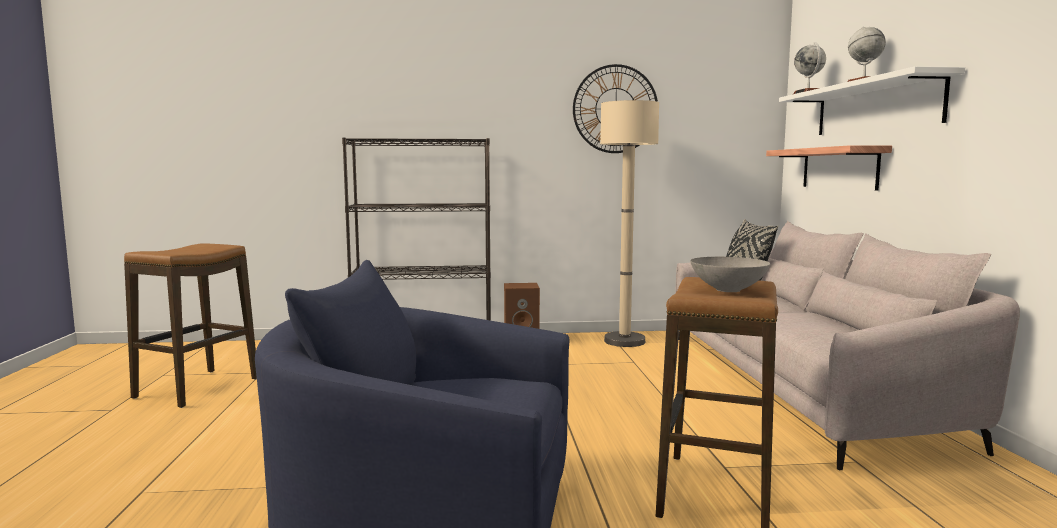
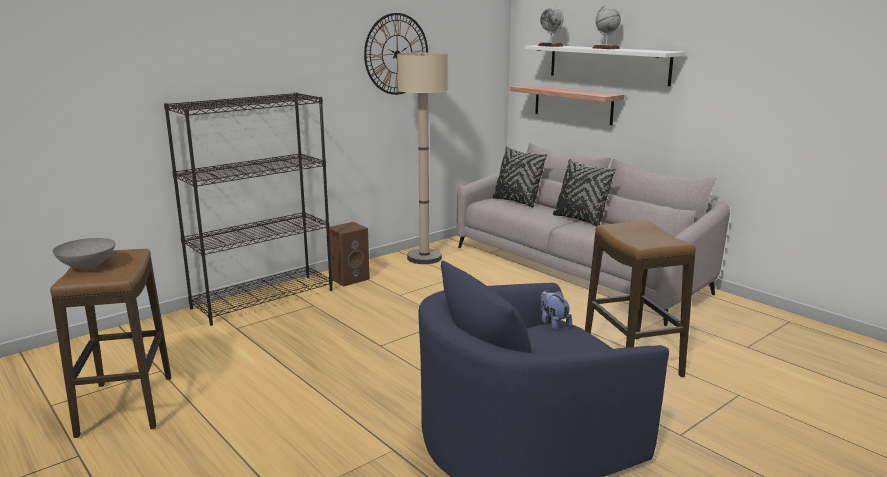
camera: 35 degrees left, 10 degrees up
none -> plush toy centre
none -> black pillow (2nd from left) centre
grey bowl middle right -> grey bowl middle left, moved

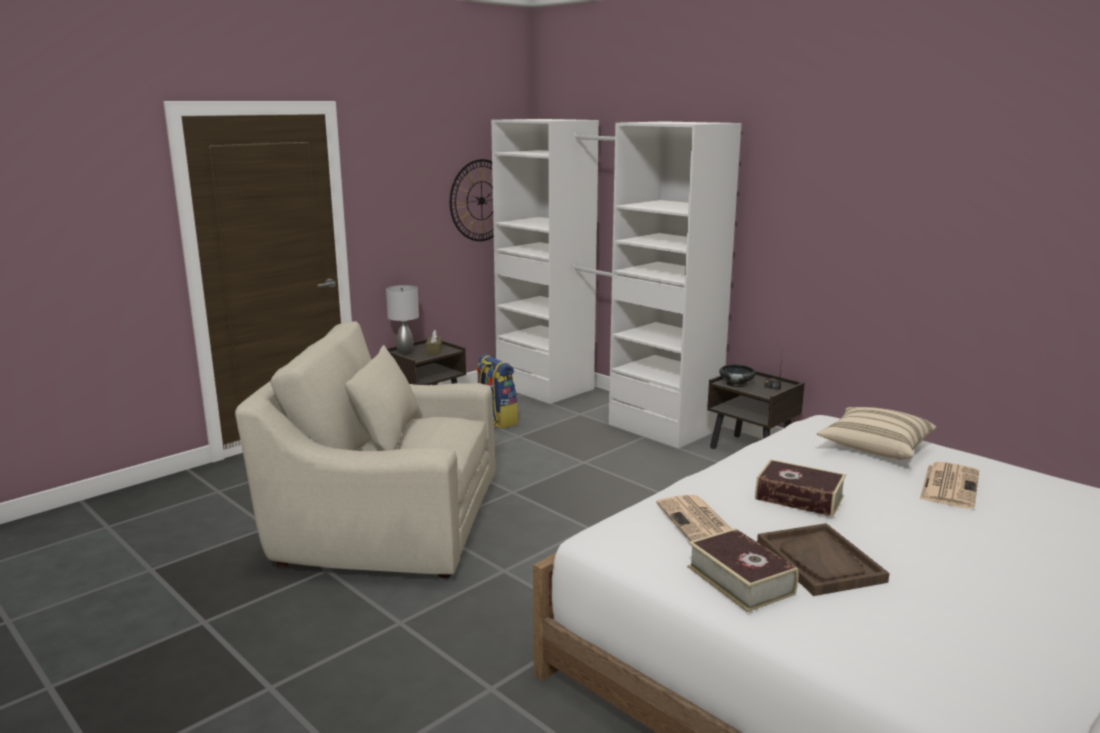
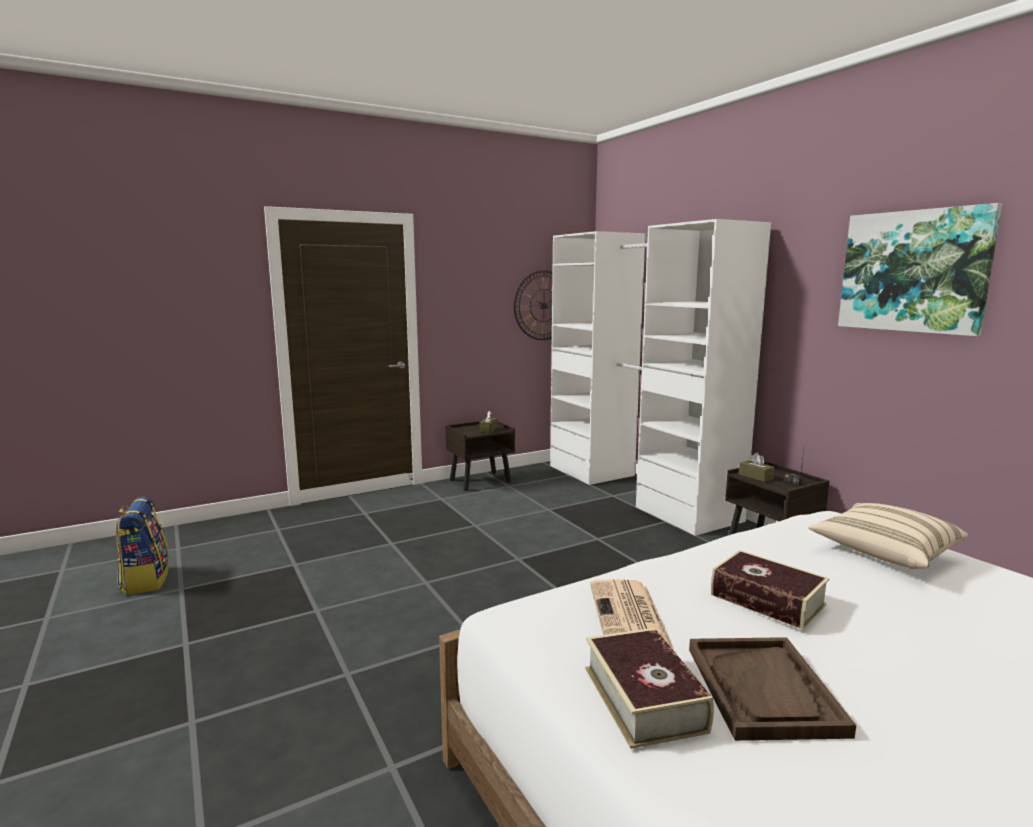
camera: 15 degrees right, 5 degrees down
beige armchair middle left -> none
grey table lamp centre -> none
newspaper (2nd from left) middle right -> none
none -> picture top right
backpack centre -> backpack middle left, moved
black bowl middle right -> brown tissue box (2nd from left) middle right

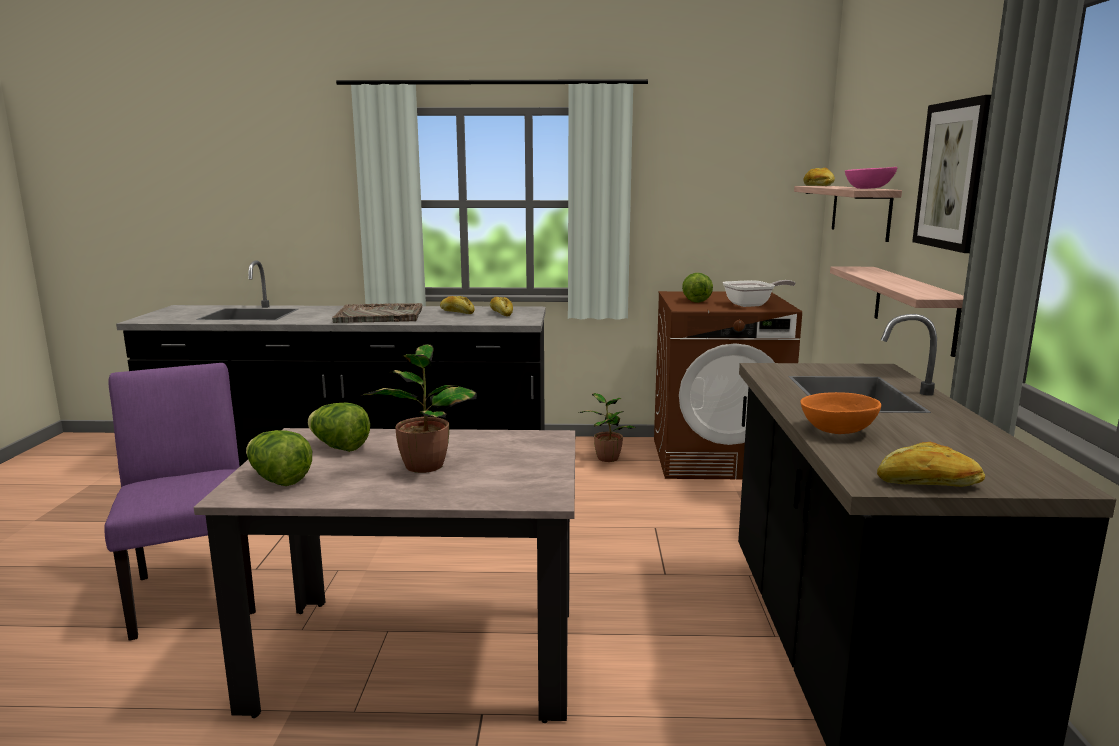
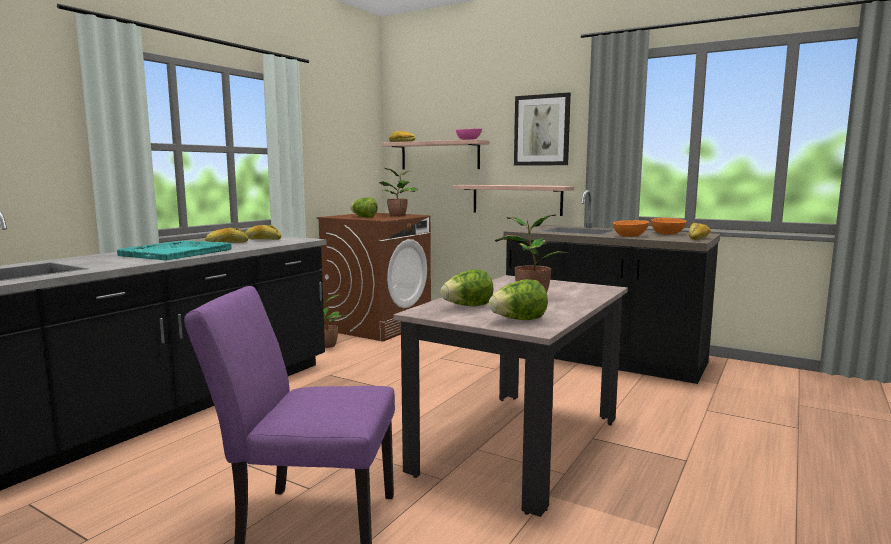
camera: 60 degrees left, 5 degrees down
none -> orange bowl (2nd from left) middle right
frying pan middle right -> potted plant (2nd from left) centre
grey tray centre -> turquoise tray middle left

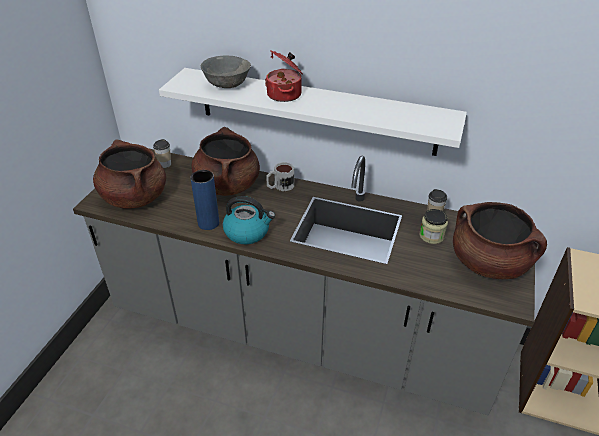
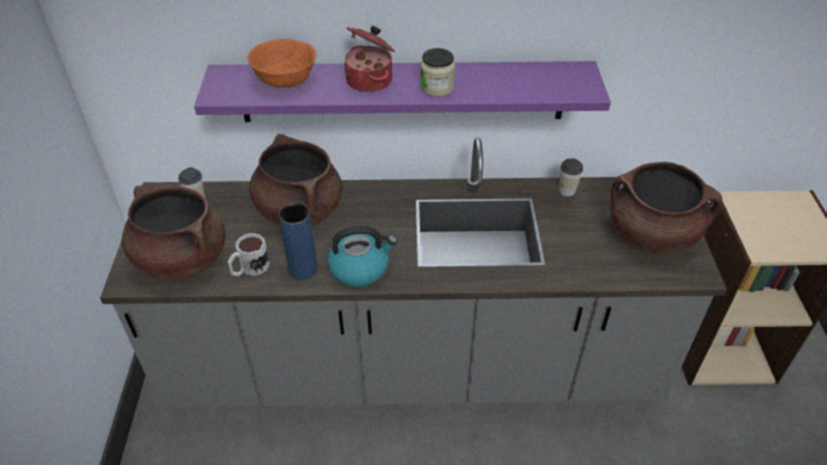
camera: 20 degrees left, 5 degrees up
mug centre -> mug middle left, moved
jar middle right -> jar top centre, moved
white shelf top centre -> purple shelf top centre
grey bowl top centre -> orange bowl top centre

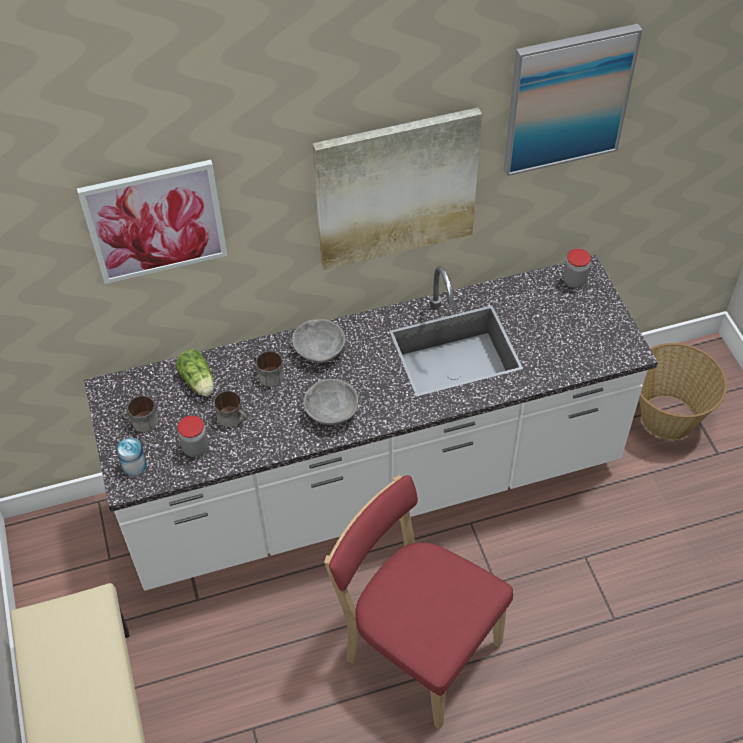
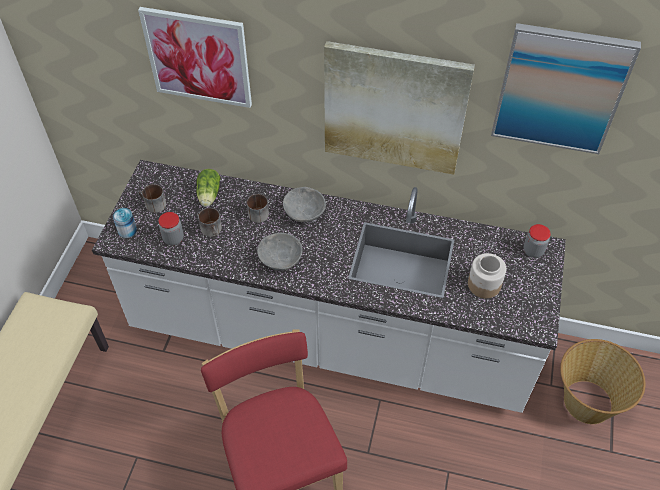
camera: 30 degrees right, 0 degrees up
none -> jar (2nd from left) middle right

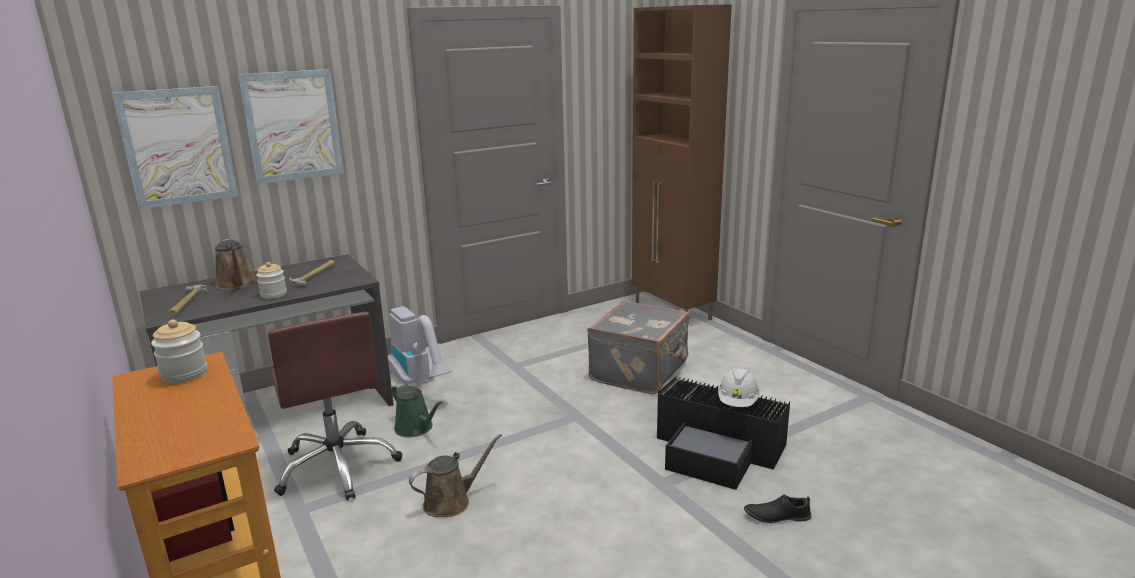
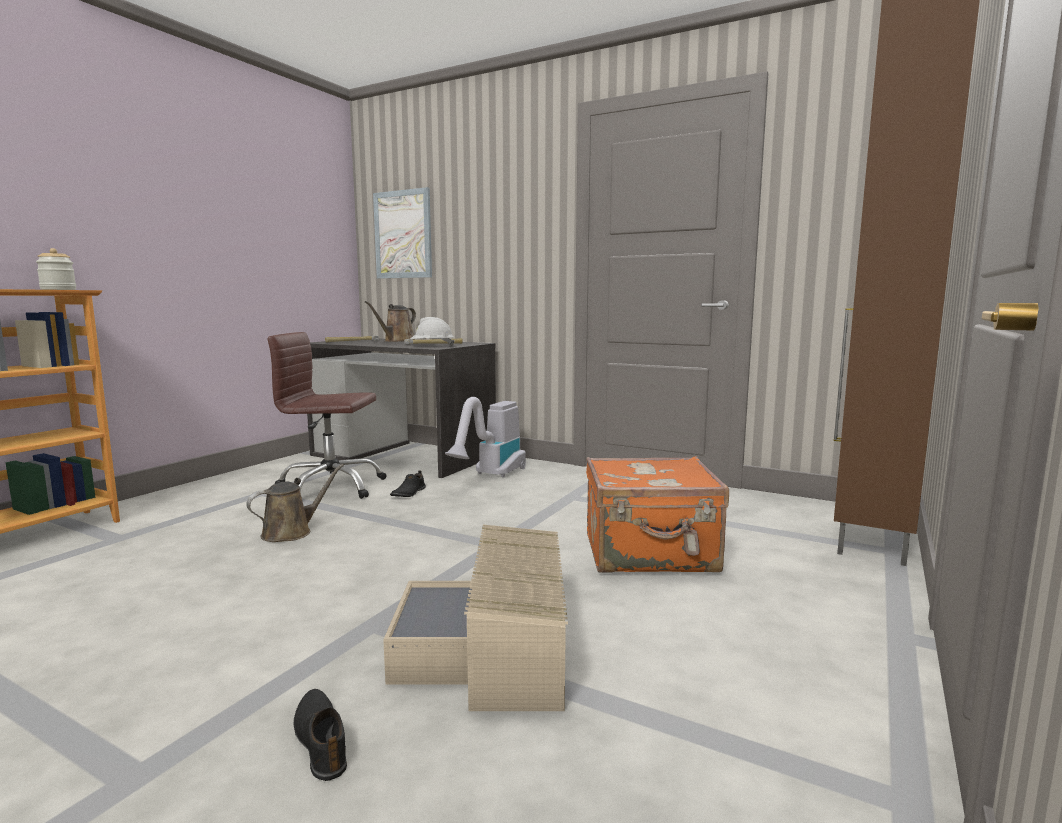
camera: 60 degrees right, 10 degrees down
picture (2nd from left) top left -> none
jar (2nd from left) middle left -> none
white hard hat bottom centre -> white hard hat centre, moved
green watering can bottom centre -> black shoe (2nd from left) centre
grey suitcase centre -> orange suitcase centre
black storage box bottom centre -> beige storage box bottom centre
brown office chair bottom left -> brown office chair middle left, 60 degrees clockwise
brown watering can (2nd from left in the first image) bottom centre -> brown watering can (1st from left) middle left, 75 degrees counterclockwise

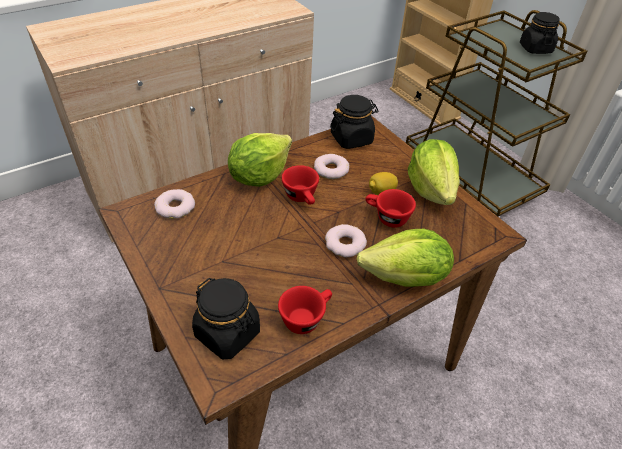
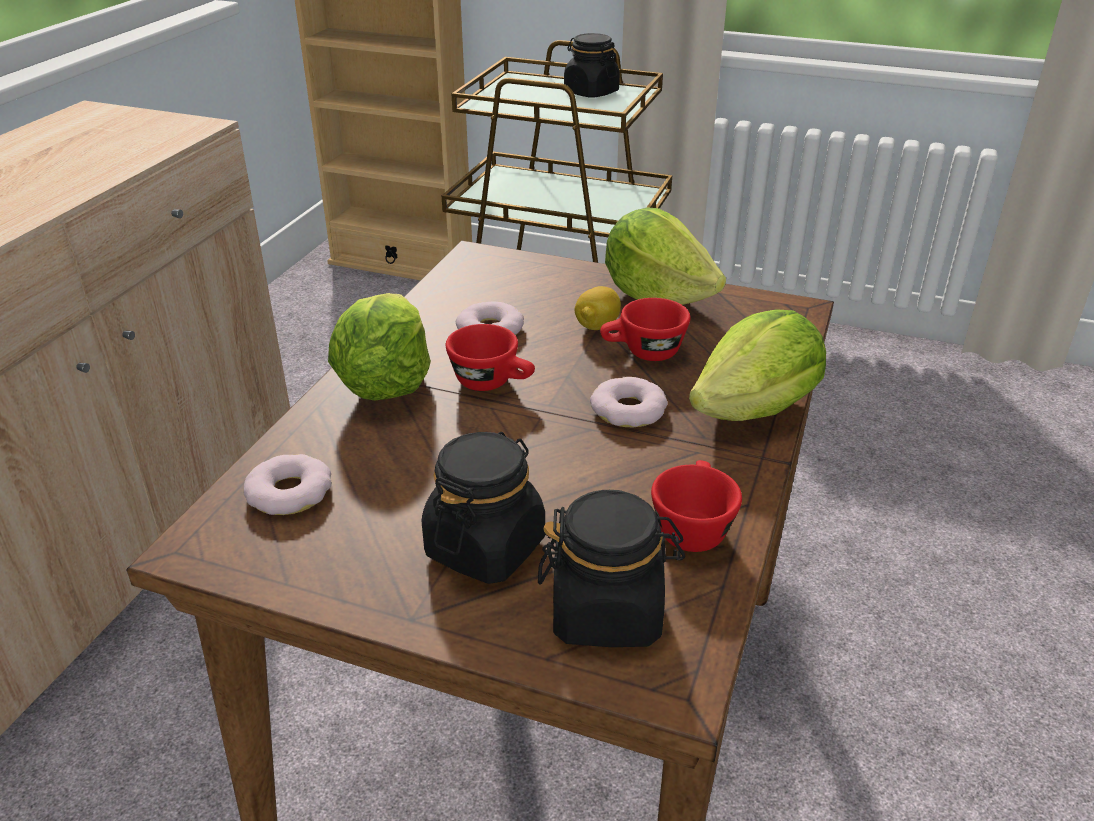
camera: 35 degrees left, 10 degrees down
black jar (2nd from left in the first image) top centre -> black jar (1st from left) centre, moved

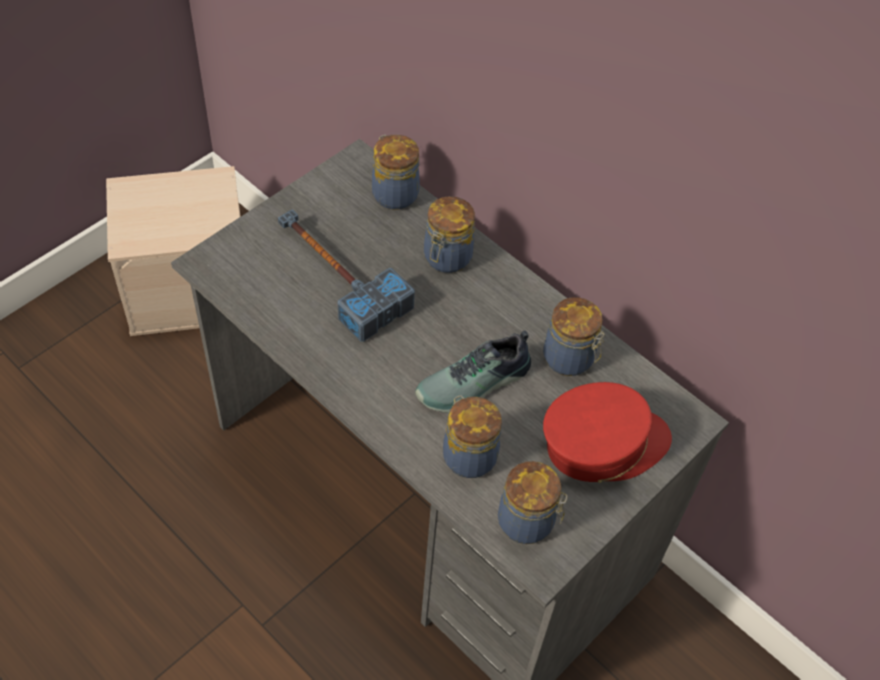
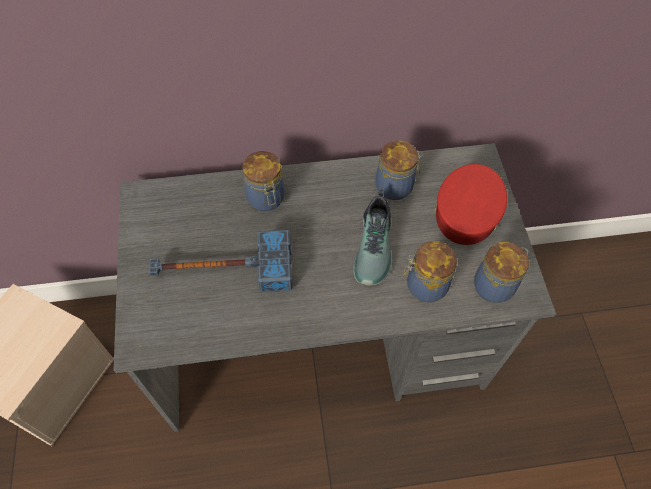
camera: 50 degrees left, 5 degrees up
jar (1st from left) top centre -> none

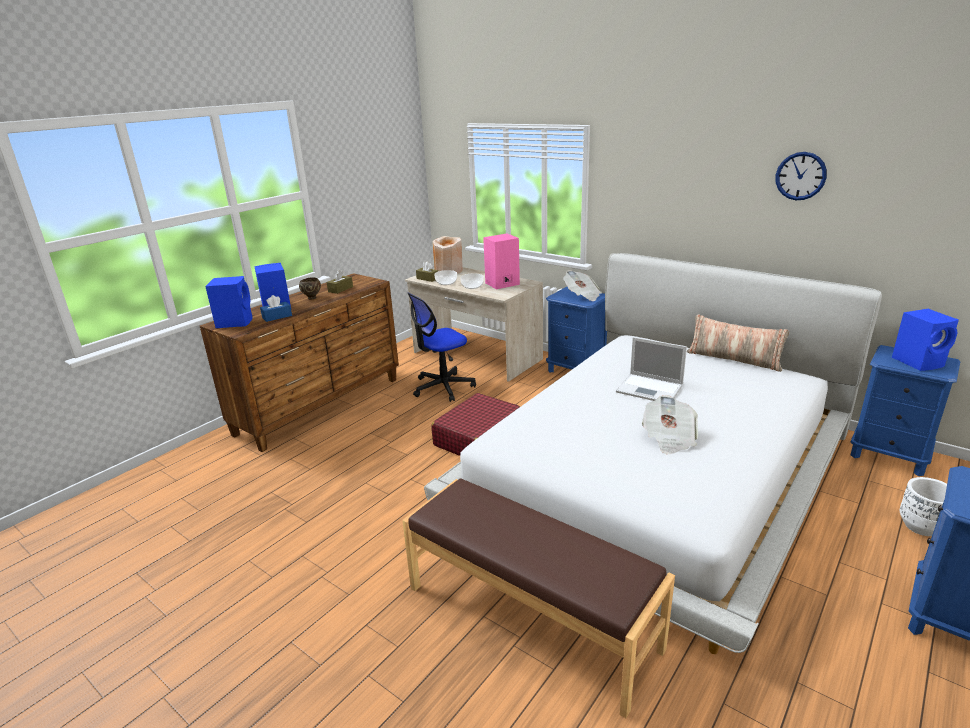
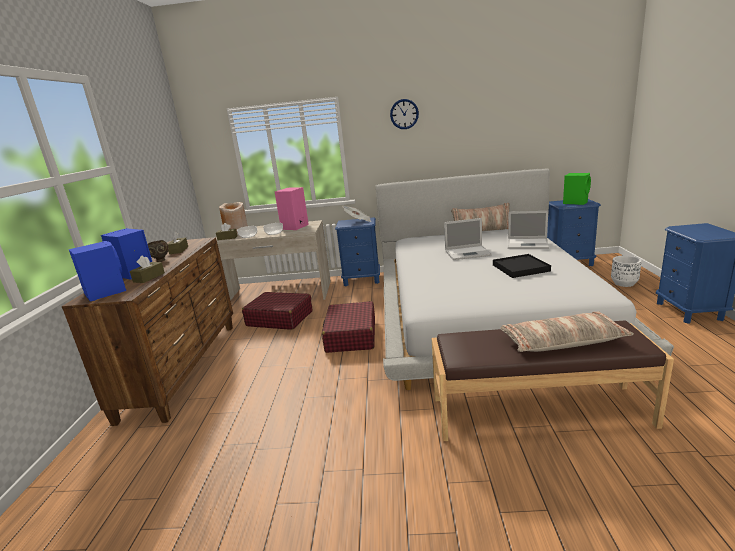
camera: 35 degrees left, 5 degrees down
none -> pillow (2nd from left) middle right
none -> laptop (2nd from left) middle right
wall clock top right -> wall clock top centre, moved
office chair centre -> red suitcase (1st from left) centre
newspaper (2nd from left) middle right -> black tray middle right
blue tissue box middle left -> brown tissue box (1st from left) middle left
blue speaker (3rd from left) middle right -> green speaker middle right

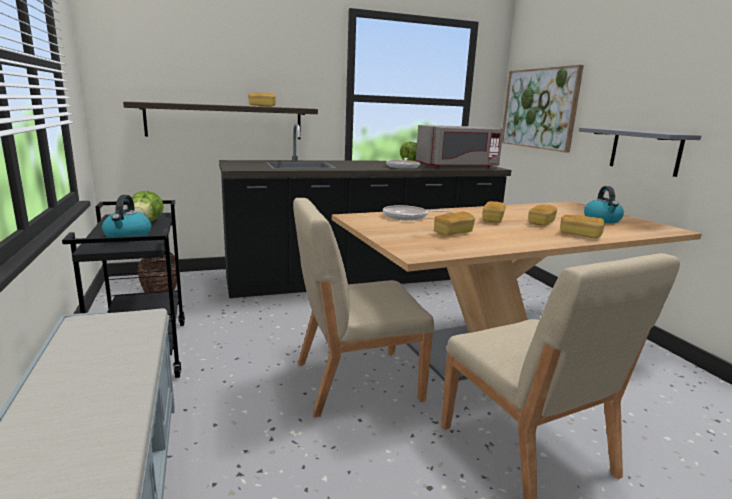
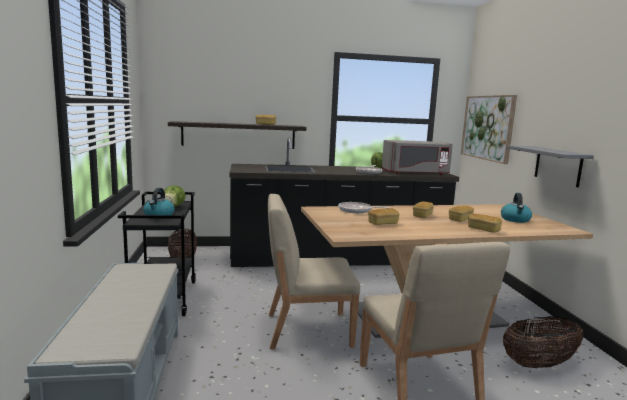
camera: 10 degrees right, 5 degrees down
none -> basket (2nd from left) bottom right

